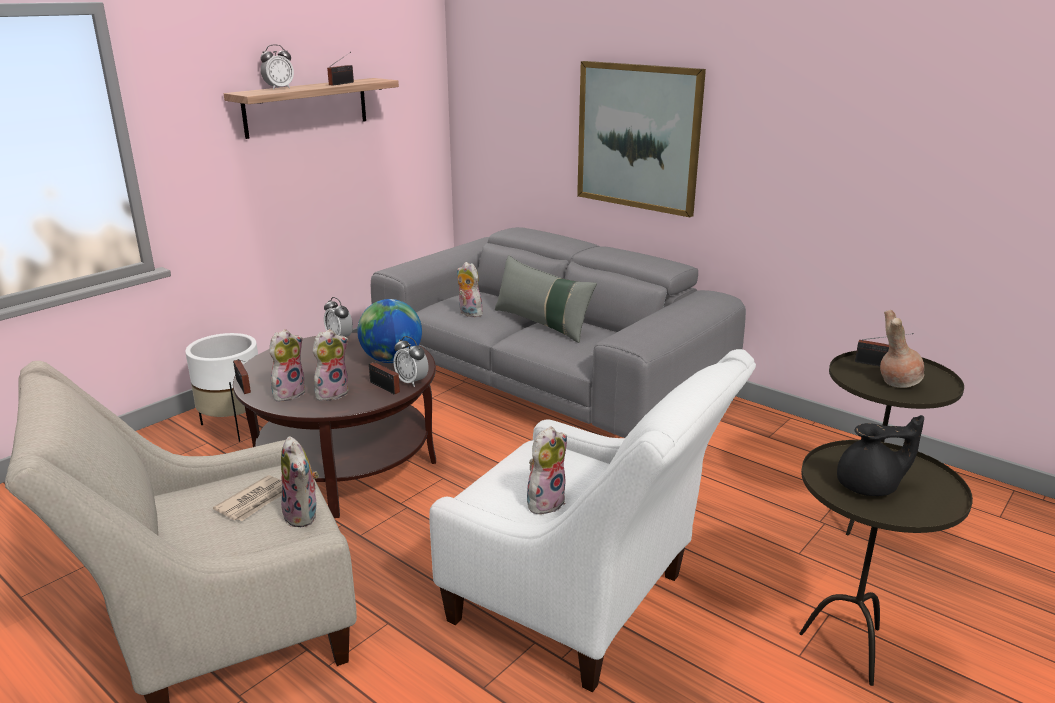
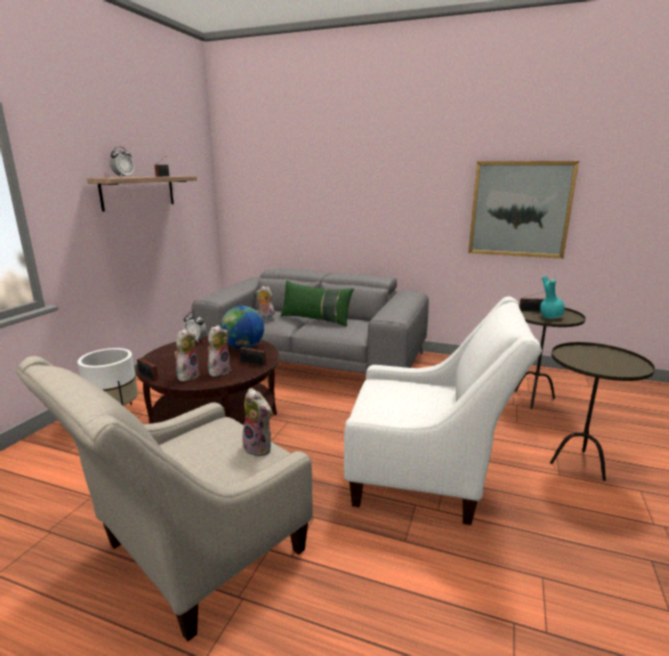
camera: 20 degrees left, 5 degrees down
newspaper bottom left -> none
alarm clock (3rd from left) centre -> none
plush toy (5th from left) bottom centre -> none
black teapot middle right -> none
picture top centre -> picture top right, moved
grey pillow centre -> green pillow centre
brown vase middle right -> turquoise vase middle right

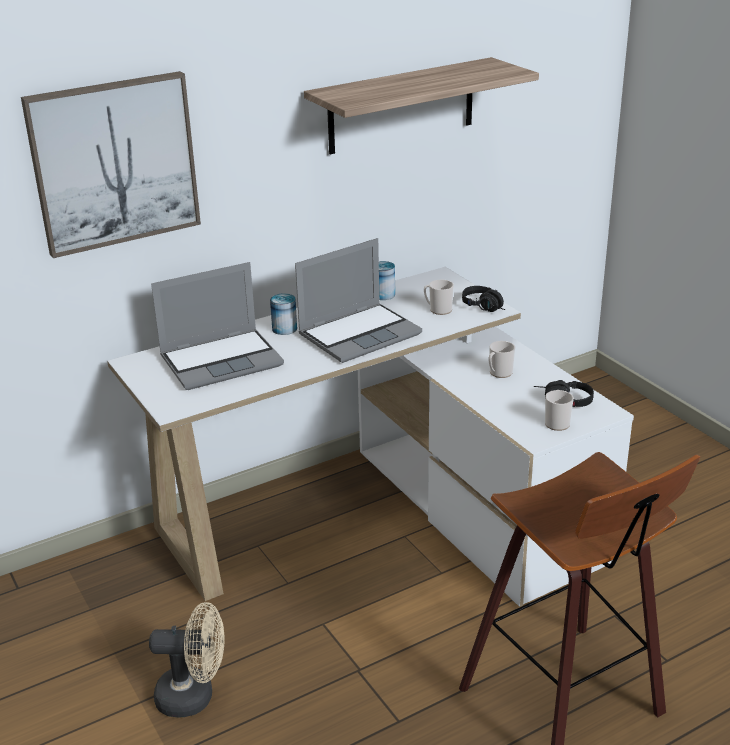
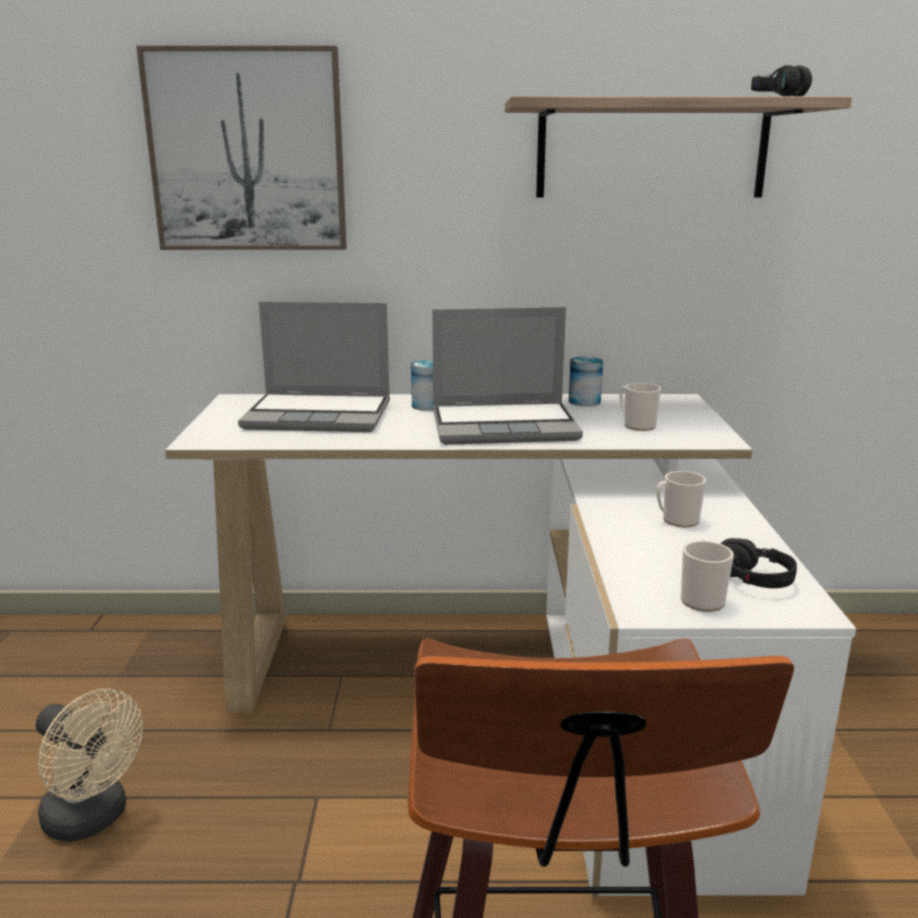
camera: 30 degrees right, 10 degrees down
black headphones (1st from left in the first image) centre -> black headphones (2nd from left) top right, moved

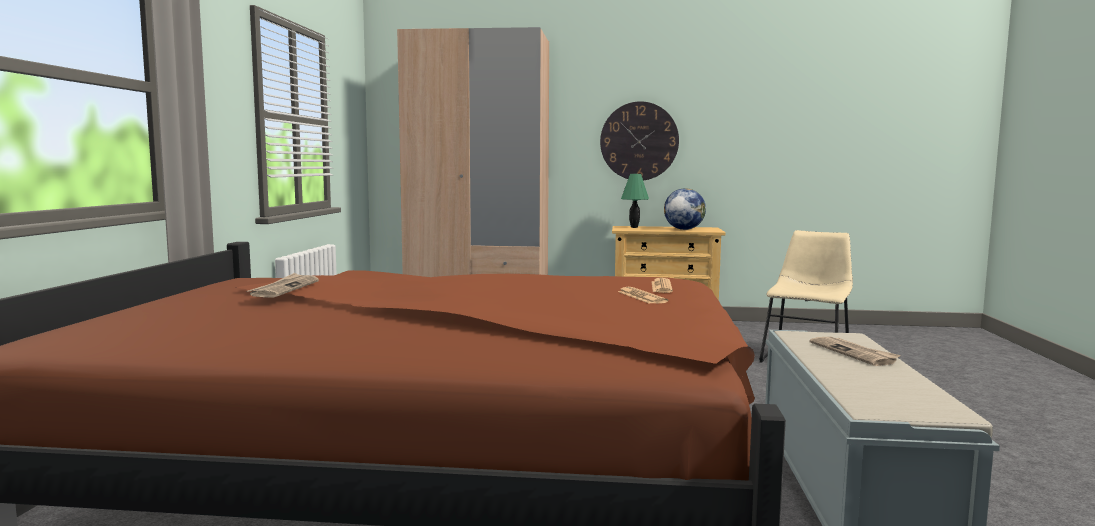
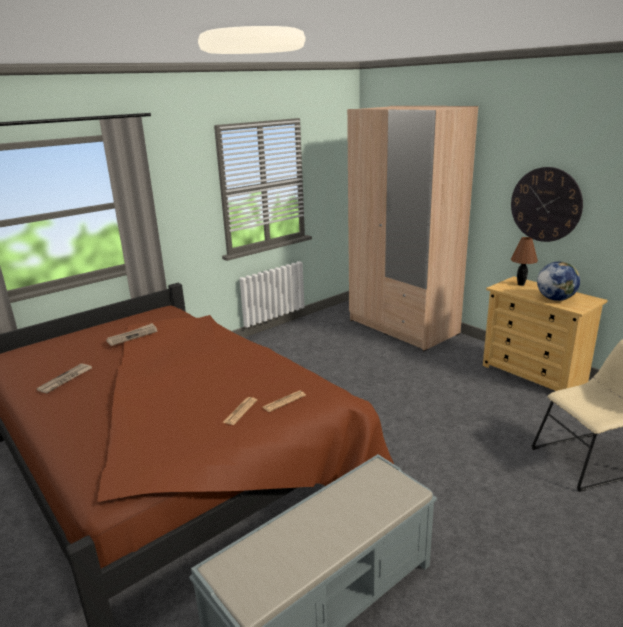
camera: 45 degrees right, 15 degrees up
newspaper (4th from left in the first image) bottom right -> newspaper (1st from left) middle left, moved
green table lamp centre -> brown table lamp middle right

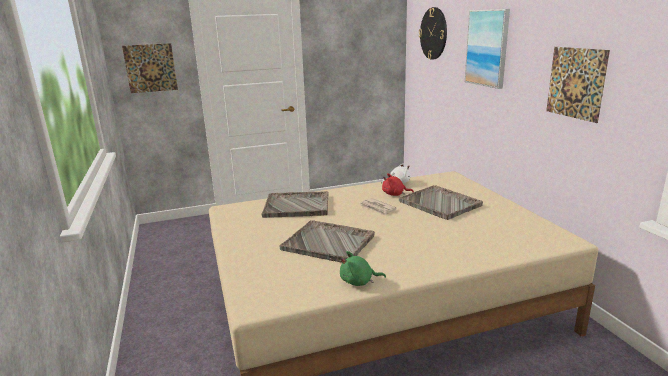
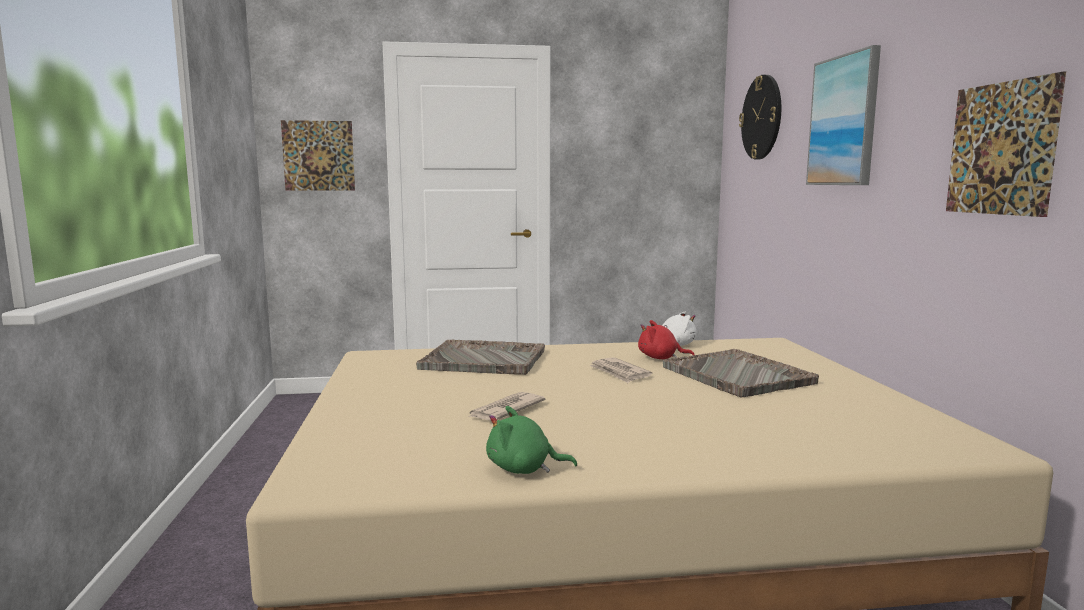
camera: 10 degrees right, 10 degrees down
grey tray (2nd from left) centre -> newspaper (1st from left) centre

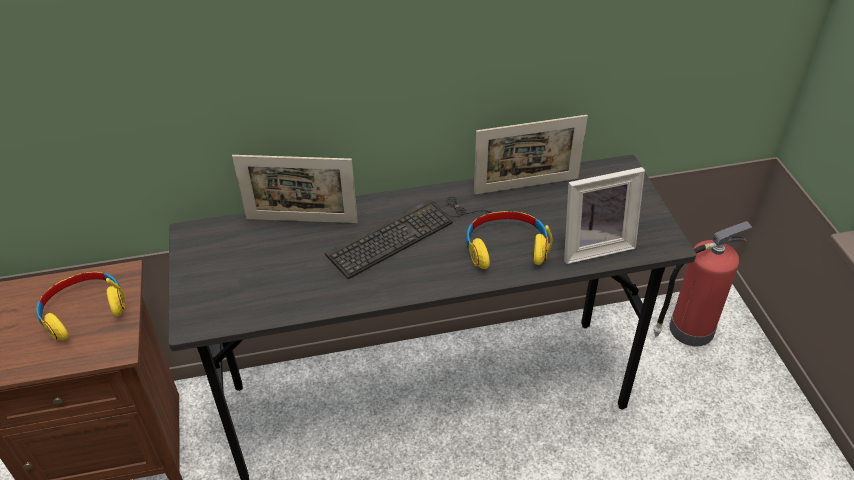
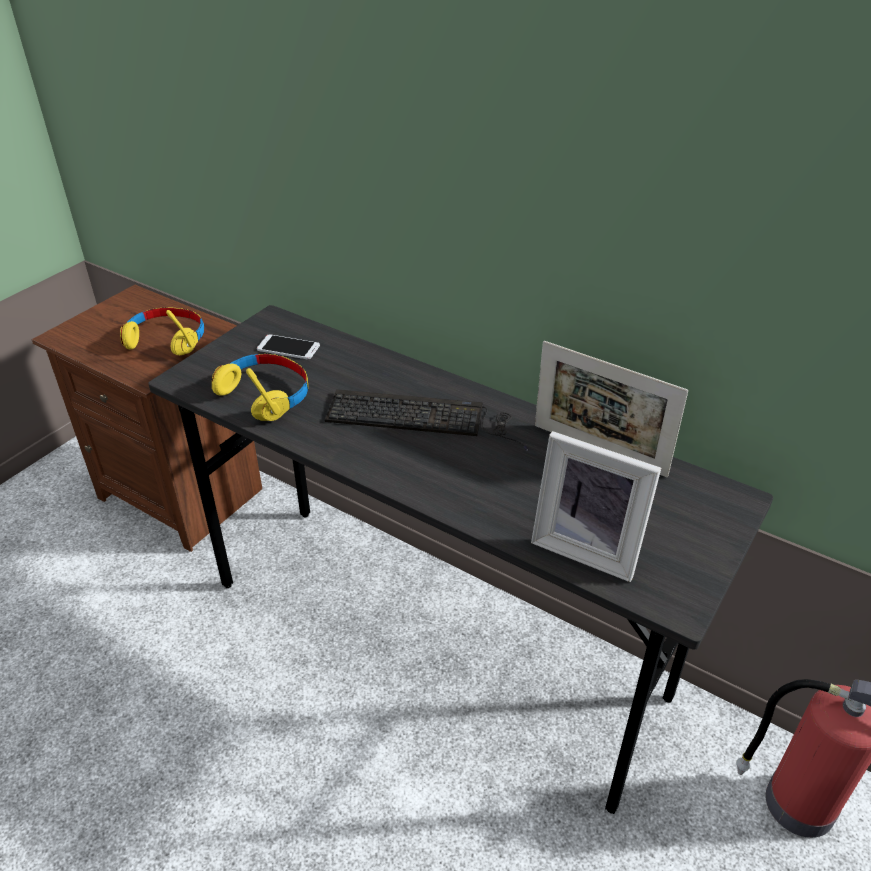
camera: 45 degrees right, 5 degrees down
picture frame (1st from left) centre -> none
none -> phone middle left
yellow headphones (2nd from left) centre -> yellow headphones (2nd from left) middle left, moved

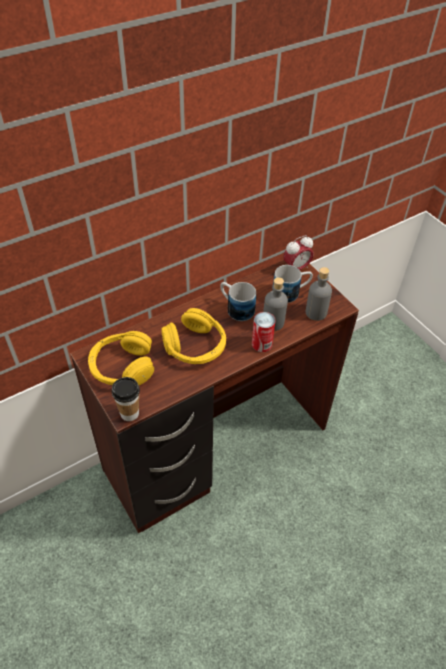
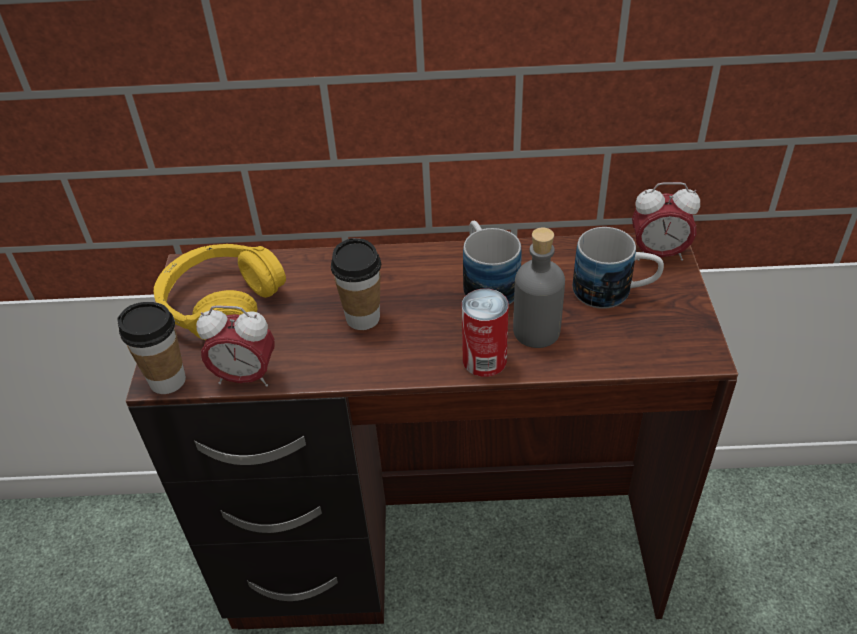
camera: 35 degrees right, 5 degrees down
grey bottle (2nd from left) middle right -> none
none -> alarm clock (1st from left) middle left
yellow headphones (2nd from left) centre -> cup (2nd from left) centre

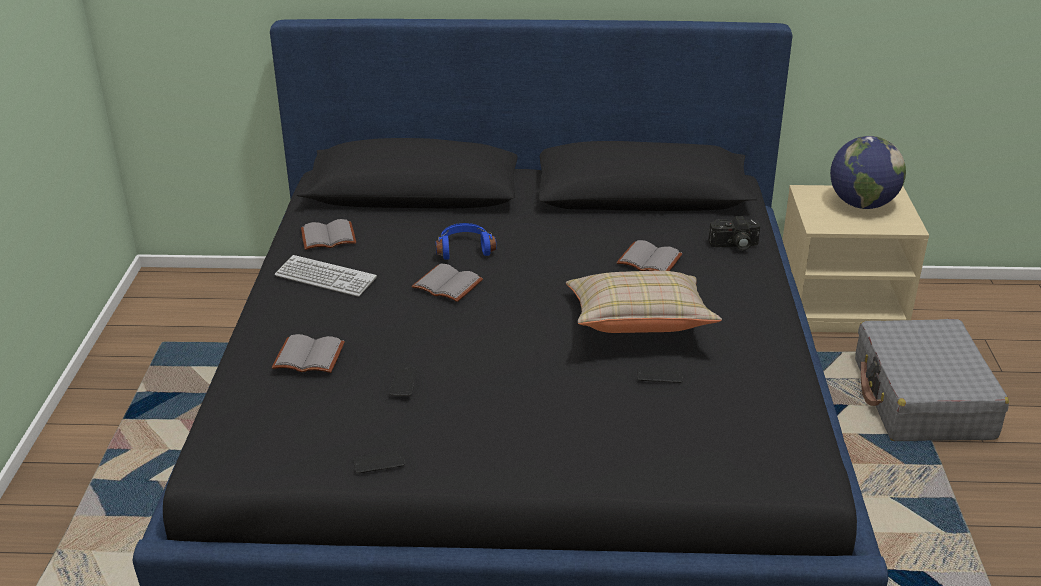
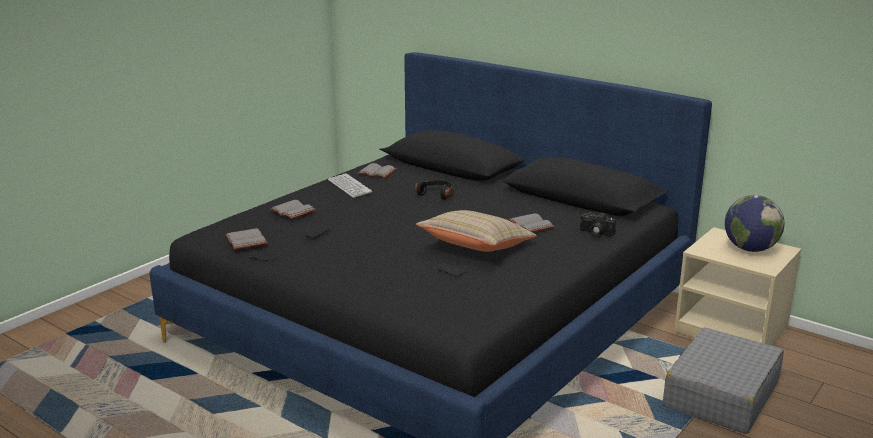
camera: 35 degrees right, 10 degrees down
grey book (3rd from left in the first image) centre -> grey book (1st from left) middle left, moved
blue headphones centre -> black headphones centre

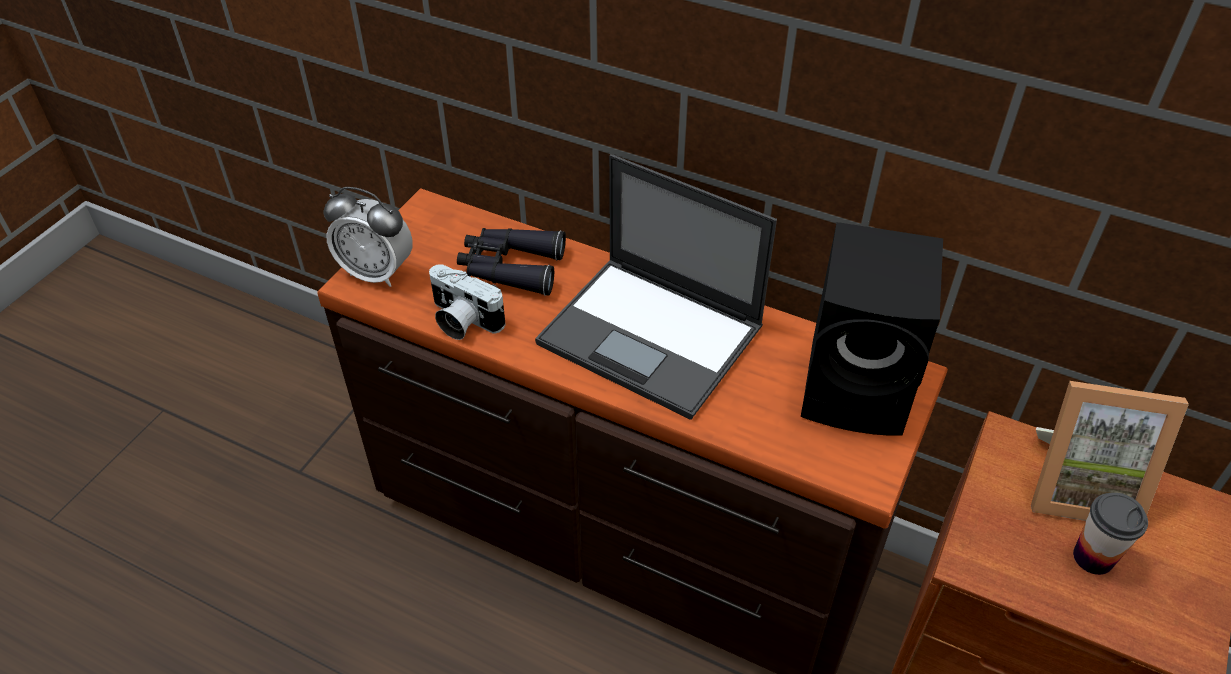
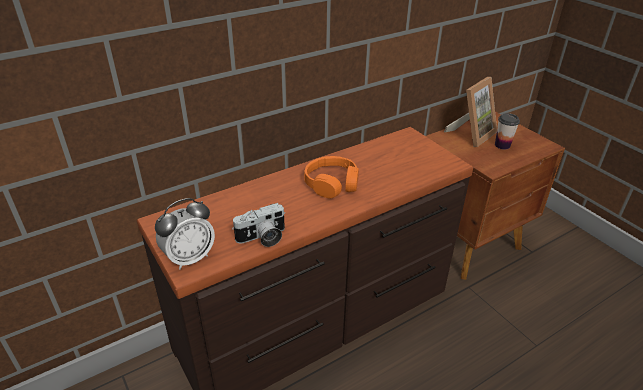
camera: 60 degrees left, 10 degrees down
black binoculars centre -> none
black speaker middle right -> none
laptop centre -> orange headphones centre

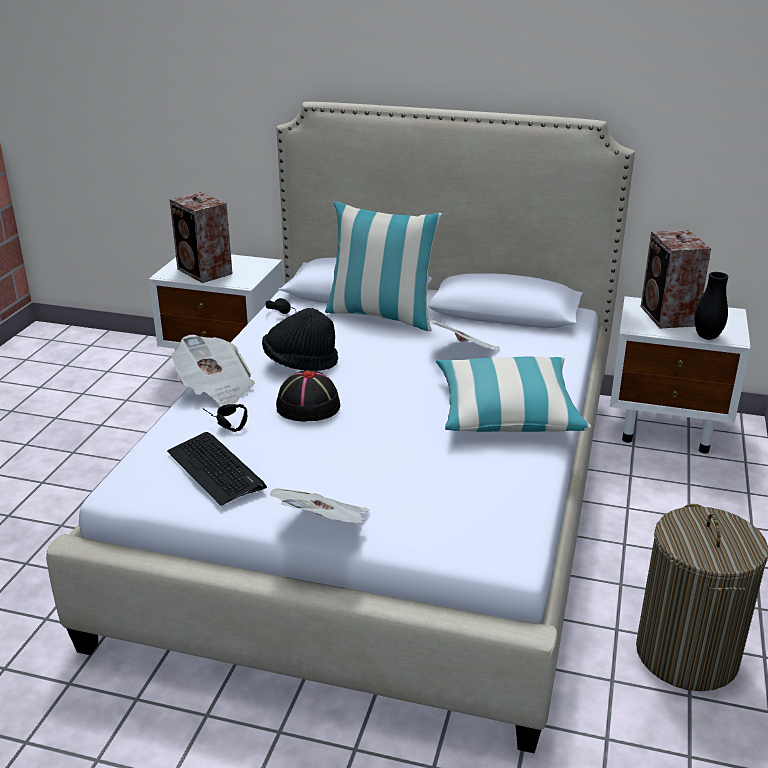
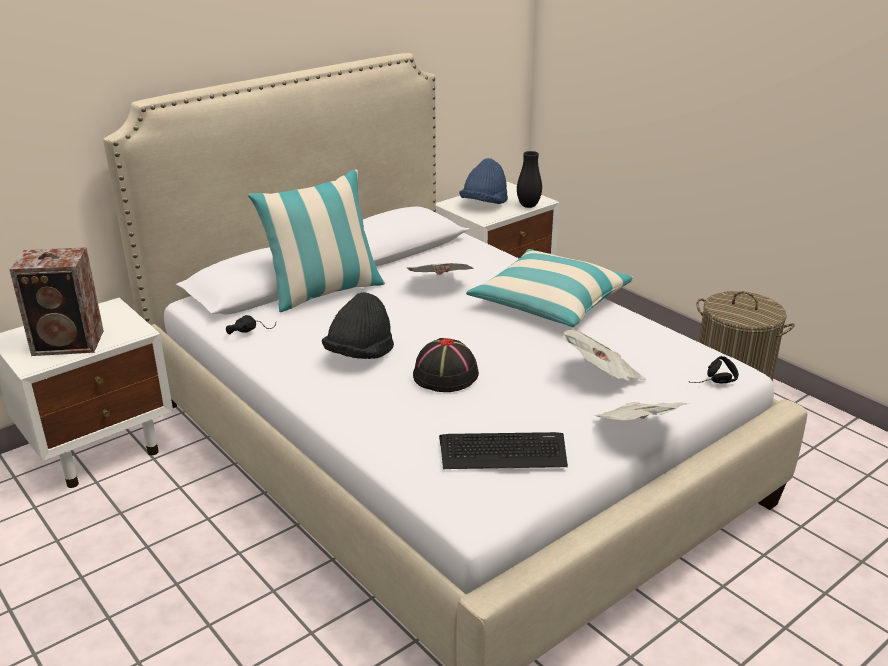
camera: 55 degrees left, 0 degrees up
newspaper (1st from left in the first image) middle left -> newspaper (2nd from left) middle right, moved
black headphones (1st from left in the first image) middle left -> black headphones (2nd from left) middle right, moved
speaker (2nd from left) middle right -> blue hat top centre

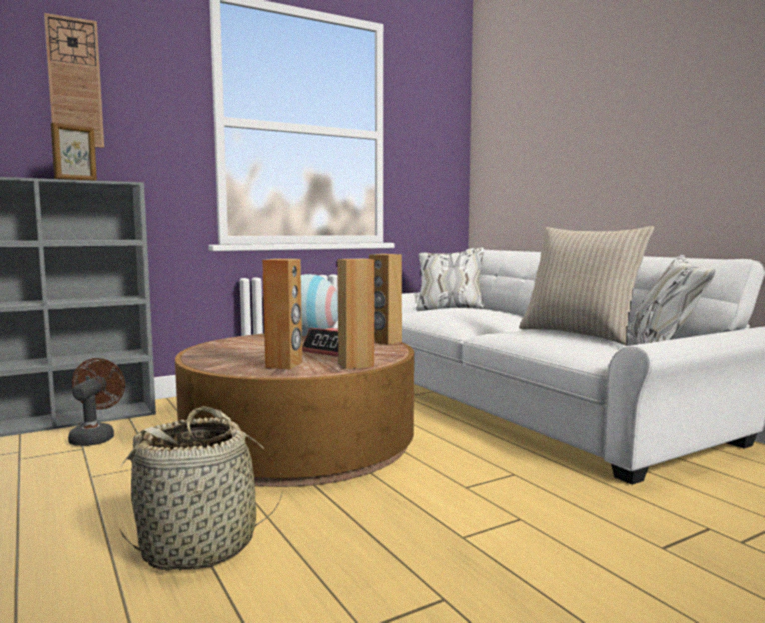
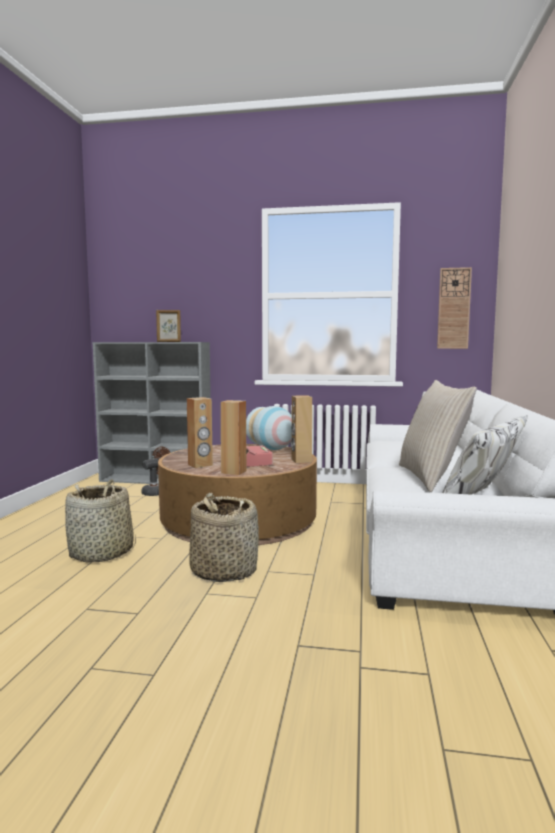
camera: 40 degrees right, 0 degrees up
none -> basket (2nd from left) centre
wall clock top left -> wall clock middle right, moved

